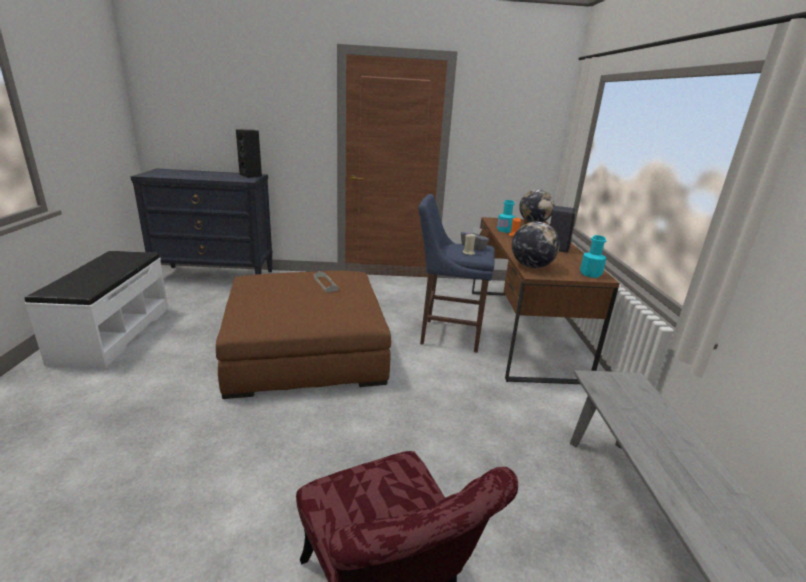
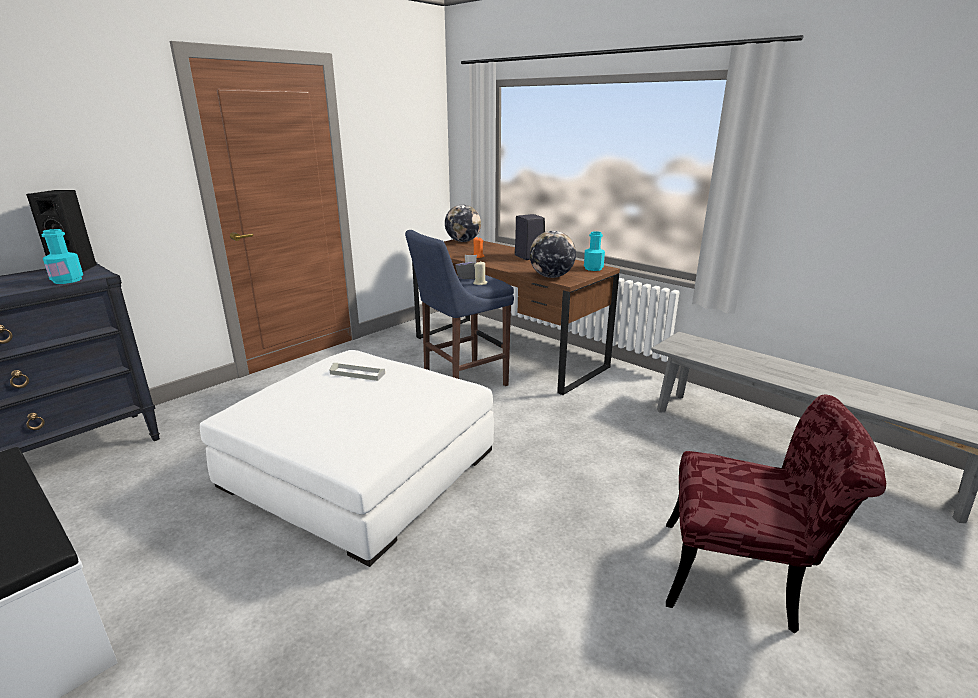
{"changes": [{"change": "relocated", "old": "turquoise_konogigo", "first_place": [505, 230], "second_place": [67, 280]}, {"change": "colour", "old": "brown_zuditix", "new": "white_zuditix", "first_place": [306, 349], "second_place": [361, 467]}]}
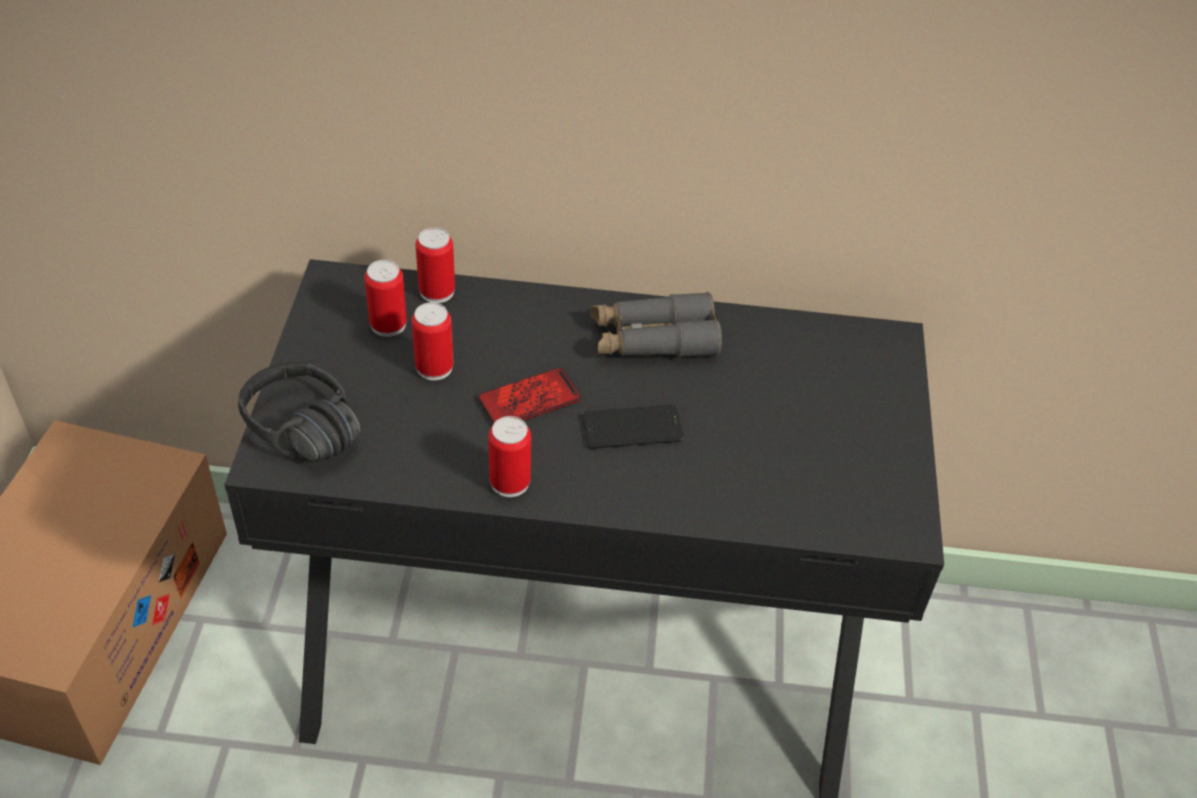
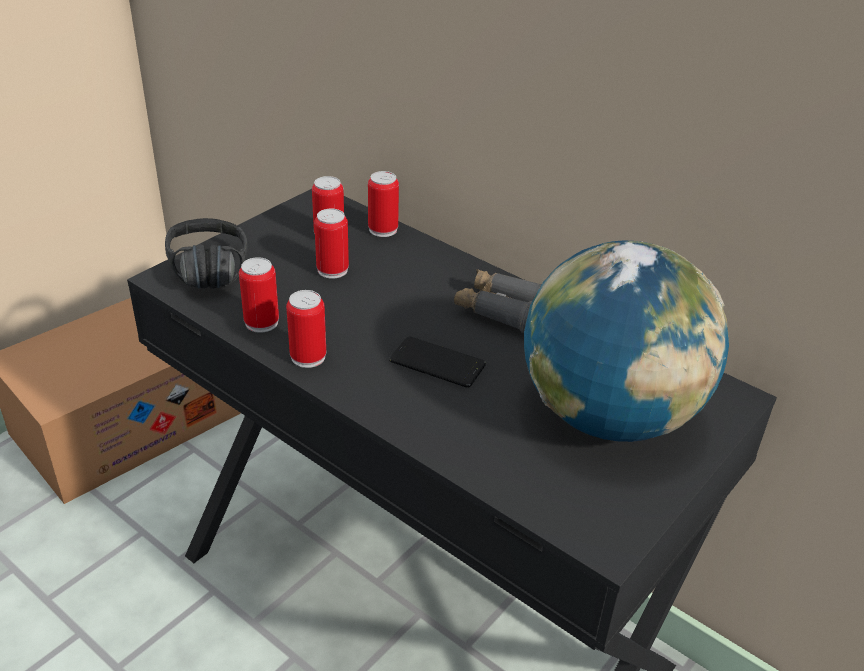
{"changes": [{"change": "appeared", "new": "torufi", "second_place": [261, 322]}, {"change": "appeared", "new": "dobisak", "second_place": [608, 416]}, {"change": "missing", "old": "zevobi", "first_place": [529, 399]}]}
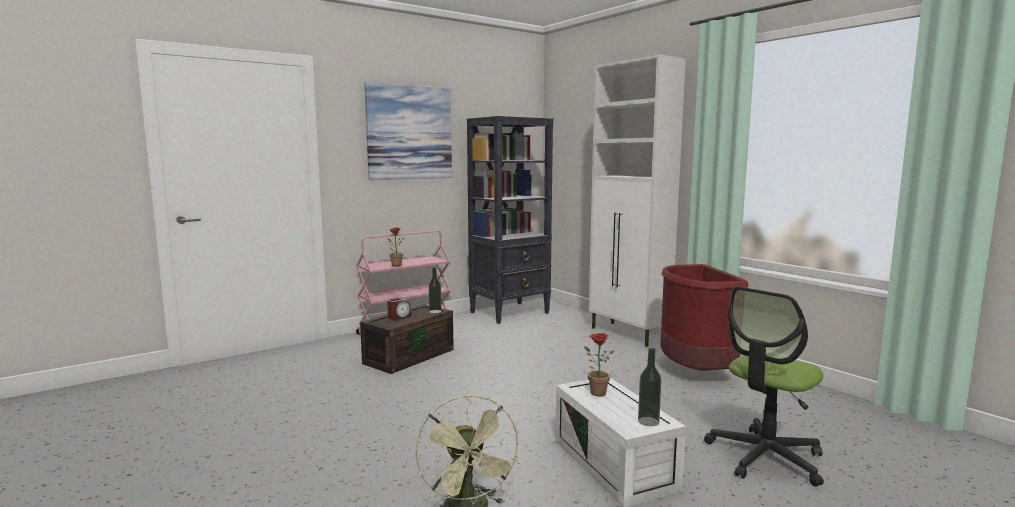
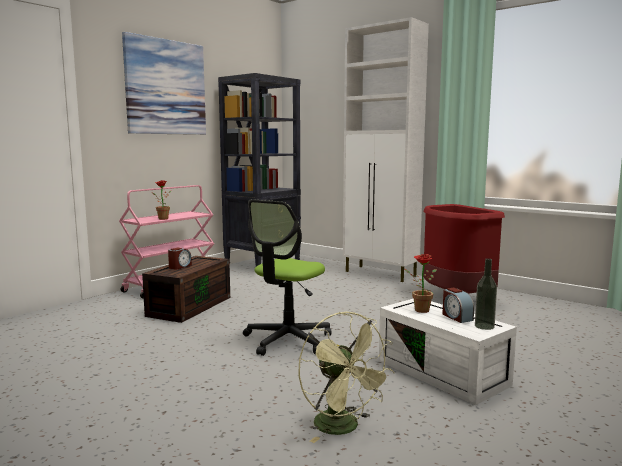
{"changes": [{"change": "relocated", "old": "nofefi", "first_place": [765, 457], "second_place": [287, 340]}, {"change": "appeared", "new": "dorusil", "second_place": [456, 317]}, {"change": "missing", "old": "konogigo", "first_place": [435, 311]}]}
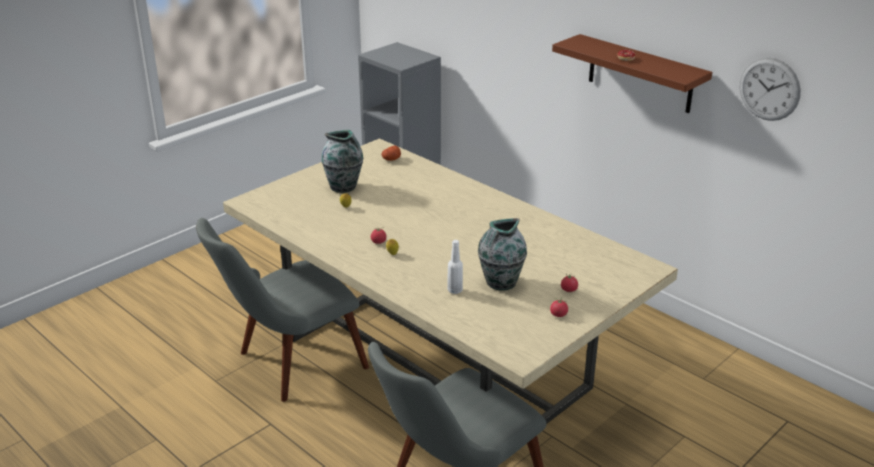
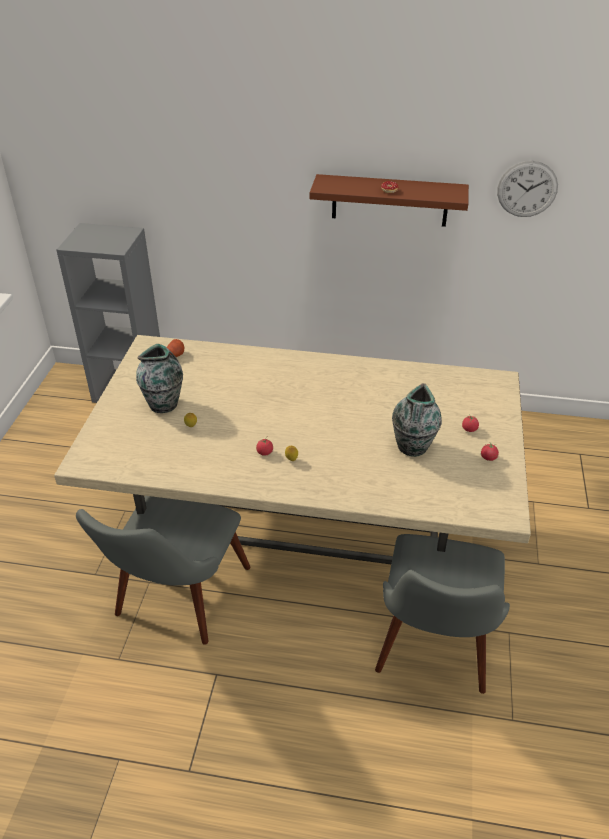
{"changes": [{"change": "missing", "old": "white_konogigo", "first_place": [455, 290]}]}
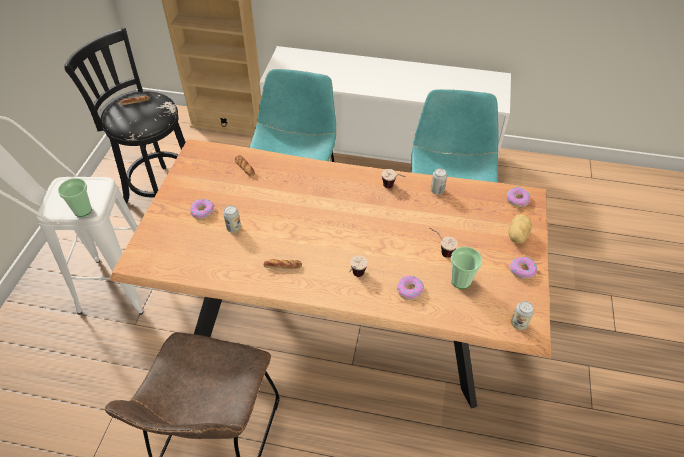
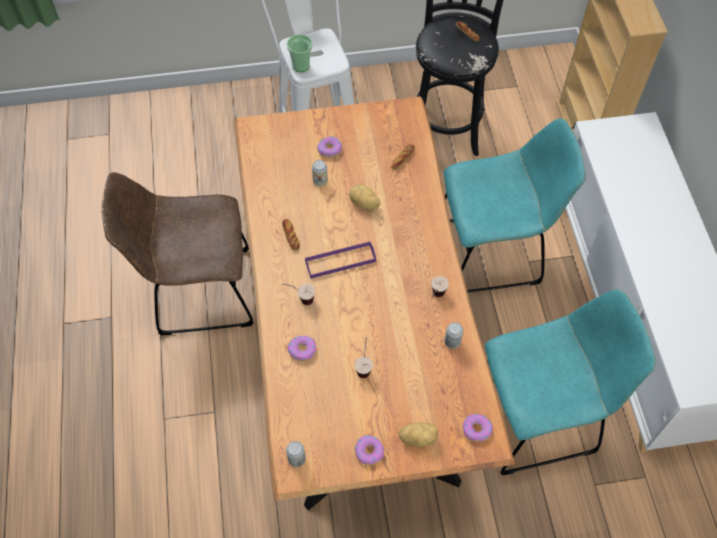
{"changes": [{"change": "appeared", "new": "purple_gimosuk", "second_place": [340, 261]}, {"change": "appeared", "new": "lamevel", "second_place": [364, 204]}, {"change": "missing", "old": "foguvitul", "first_place": [460, 281]}]}
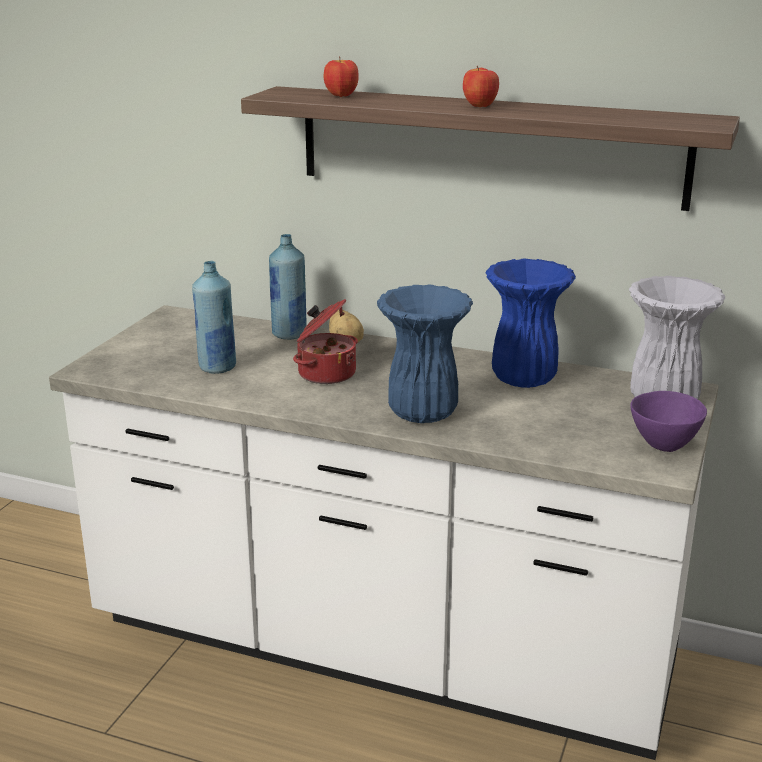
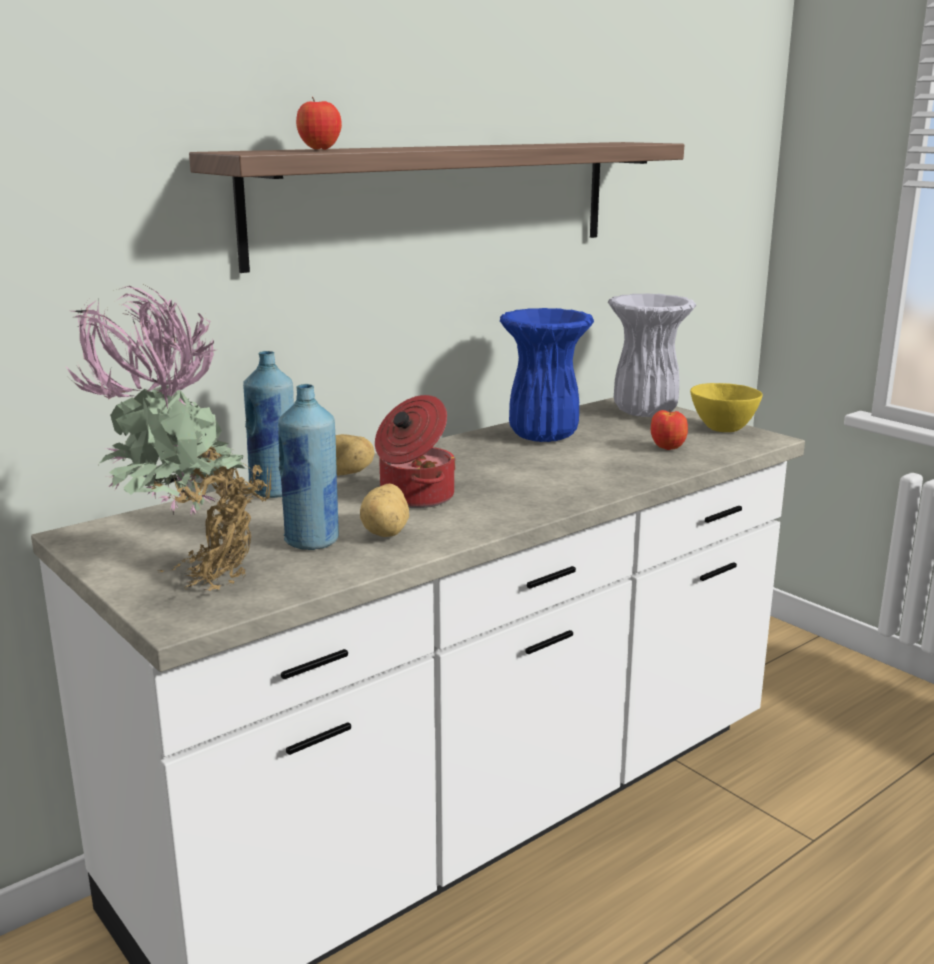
{"changes": [{"change": "appeared", "new": "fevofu", "second_place": [188, 575]}, {"change": "appeared", "new": "lamevel", "second_place": [387, 532]}, {"change": "relocated", "old": "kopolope", "first_place": [479, 106], "second_place": [668, 448]}, {"change": "colour", "old": "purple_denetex", "new": "yellow_denetex", "first_place": [663, 444], "second_place": [722, 429]}, {"change": "missing", "old": "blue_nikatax", "first_place": [424, 413]}]}
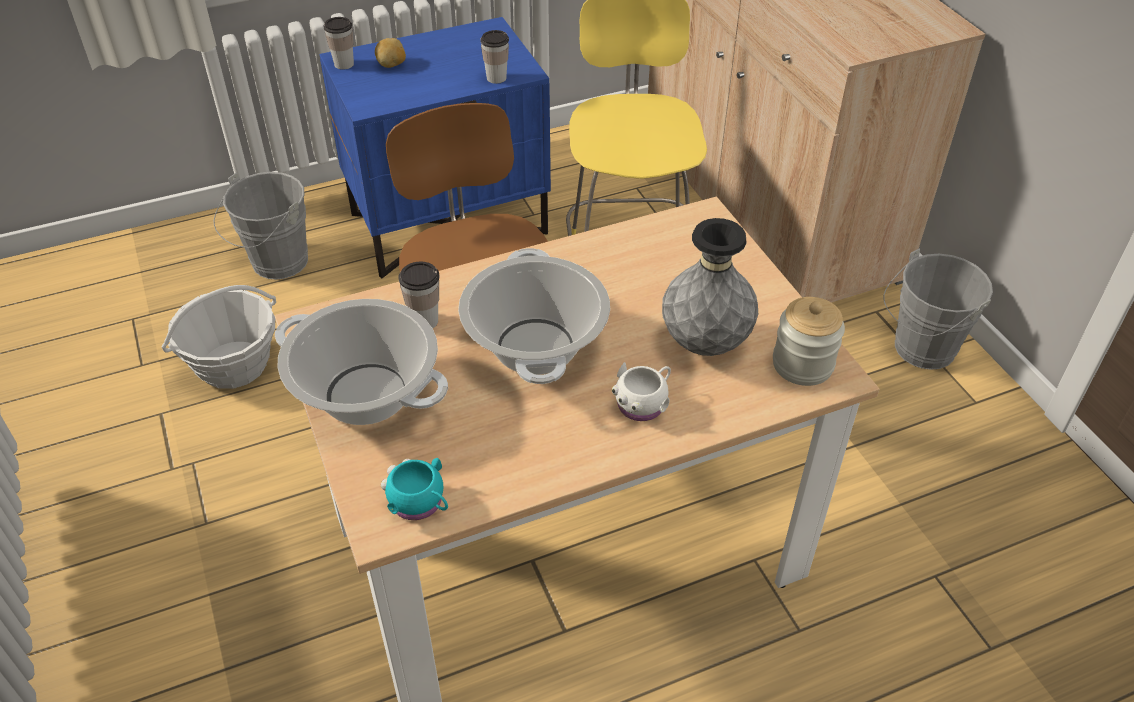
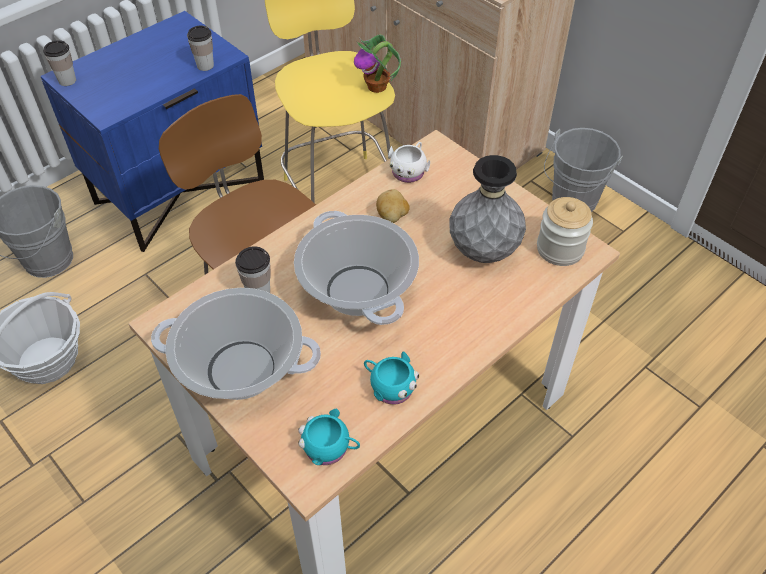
{"changes": [{"change": "appeared", "new": "fevofu", "second_place": [377, 87]}, {"change": "appeared", "new": "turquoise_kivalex", "second_place": [389, 387]}, {"change": "relocated", "old": "lamevel", "first_place": [392, 65], "second_place": [392, 217]}, {"change": "relocated", "old": "white_kivalex", "first_place": [644, 403], "second_place": [409, 171]}]}
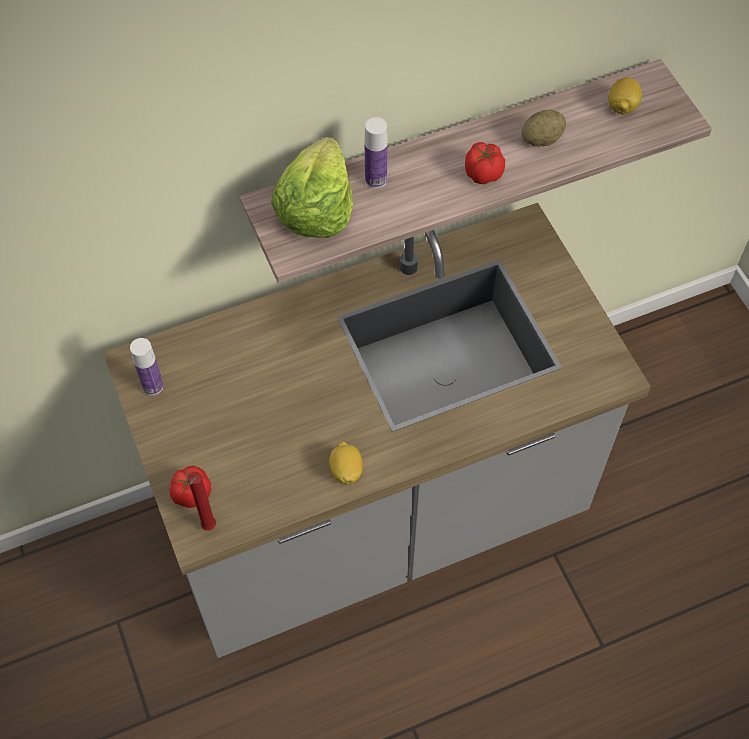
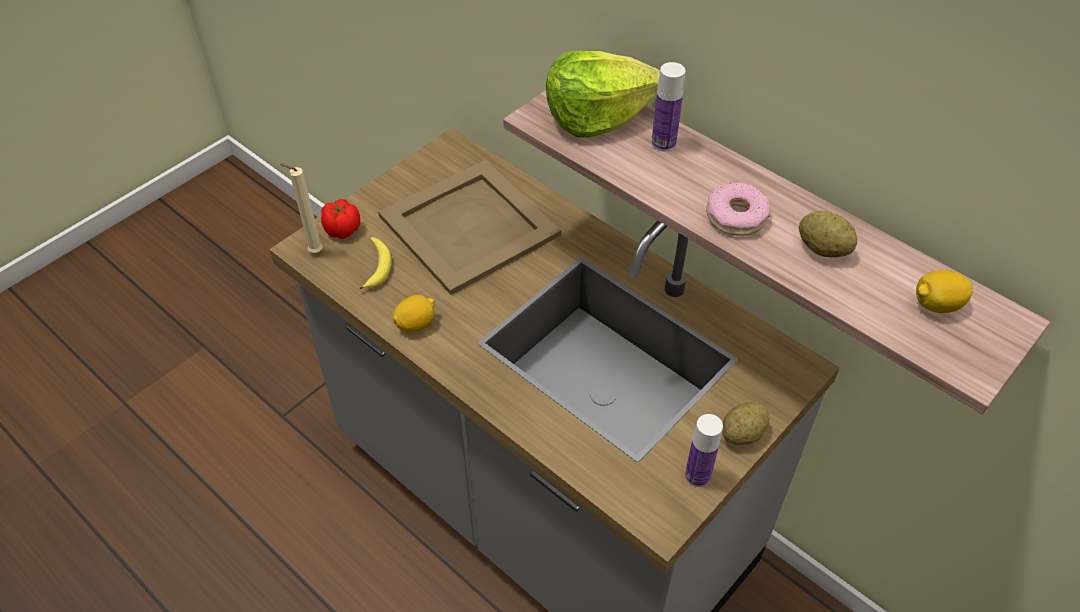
{"changes": [{"change": "colour", "old": "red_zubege", "new": "beige_zubege", "first_place": [208, 528], "second_place": [313, 252]}, {"change": "appeared", "new": "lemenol", "second_place": [377, 267]}, {"change": "appeared", "new": "beige_gimosuk", "second_place": [471, 226]}, {"change": "relocated", "old": "konogigo", "first_place": [153, 386], "second_place": [697, 476]}, {"change": "exchanged", "old": "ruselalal", "new": "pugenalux", "first_place": [482, 173], "second_place": [735, 216]}, {"change": "appeared", "new": "lamevel", "second_place": [742, 434]}]}
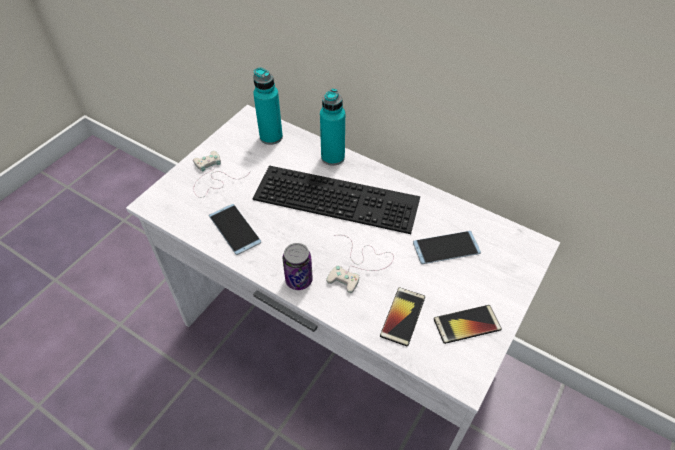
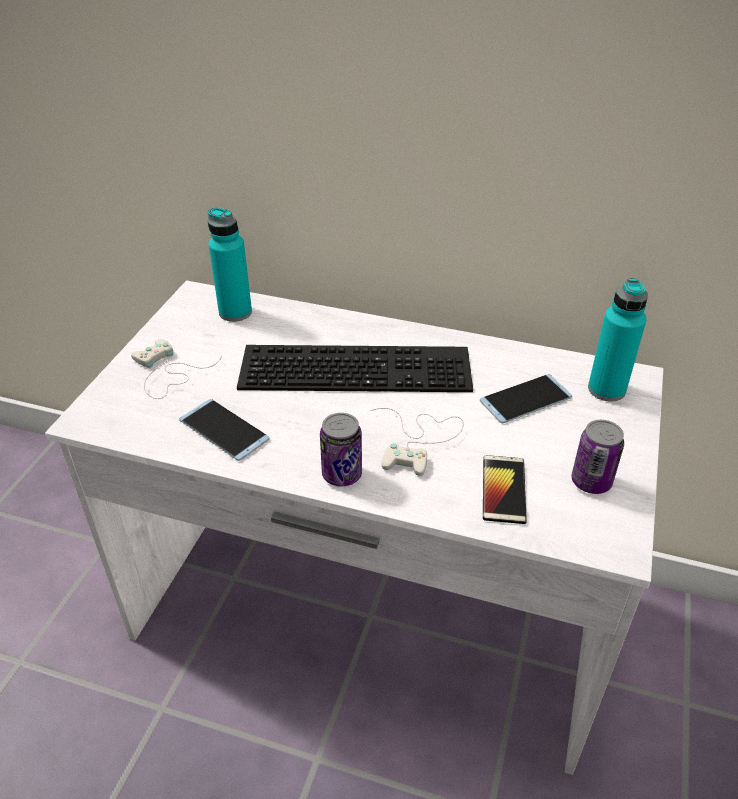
{"changes": [{"change": "exchanged", "old": "zevobi", "new": "torufi", "first_place": [467, 324], "second_place": [591, 481]}, {"change": "relocated", "old": "turquoise_konogigo", "first_place": [333, 157], "second_place": [606, 389]}]}
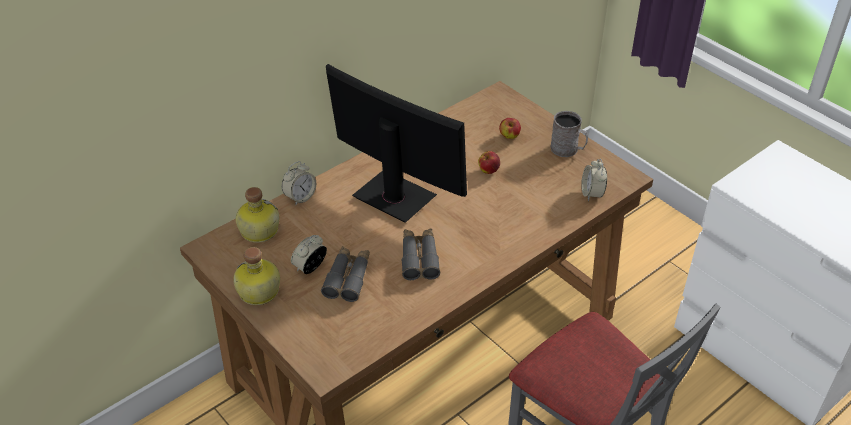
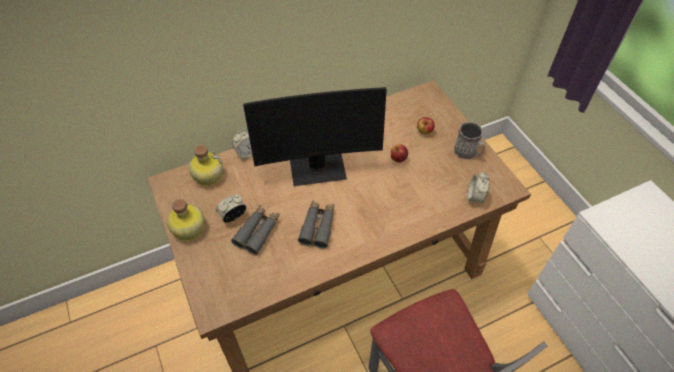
{"changes": [{"change": "spun", "old": "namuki", "first_place": [394, 197], "second_place": [317, 167], "degrees": 120}]}
